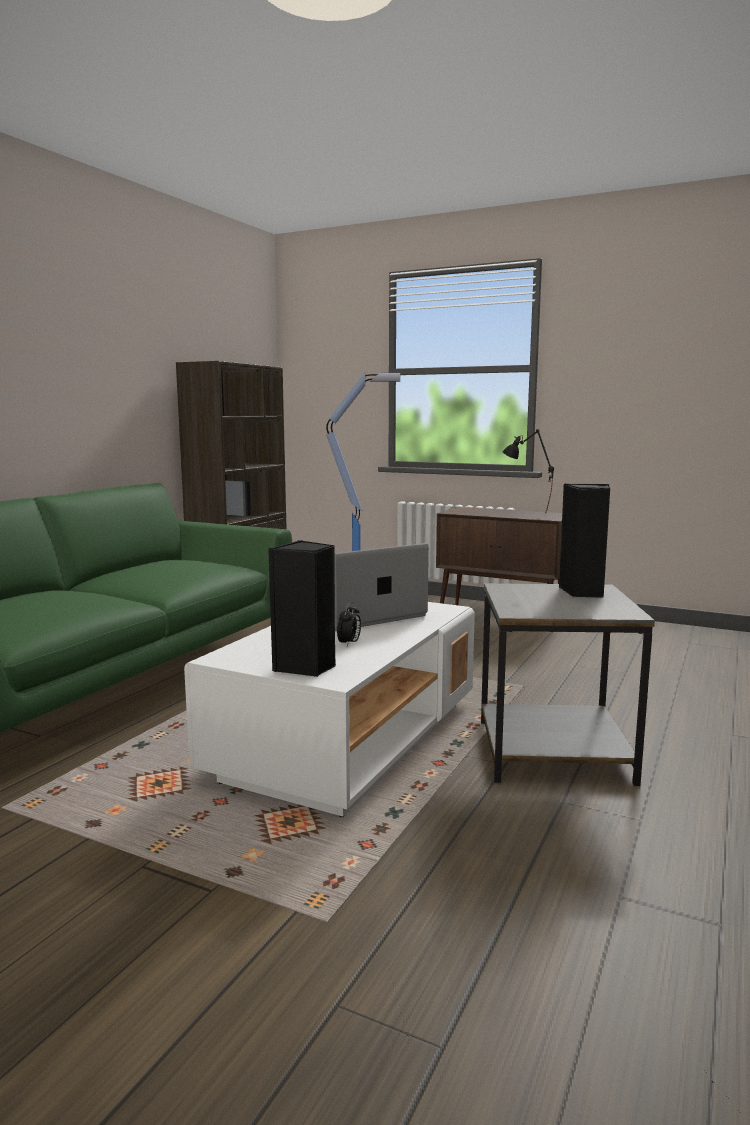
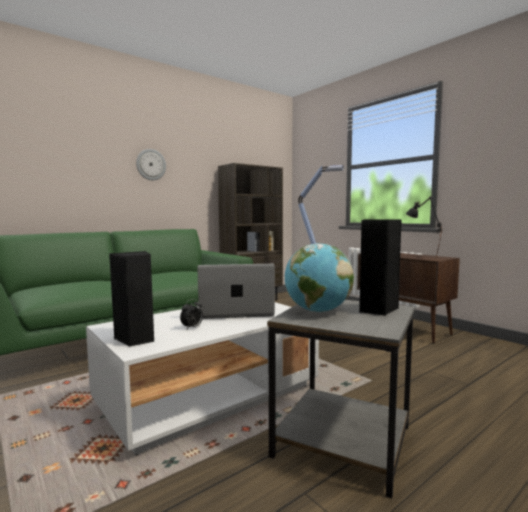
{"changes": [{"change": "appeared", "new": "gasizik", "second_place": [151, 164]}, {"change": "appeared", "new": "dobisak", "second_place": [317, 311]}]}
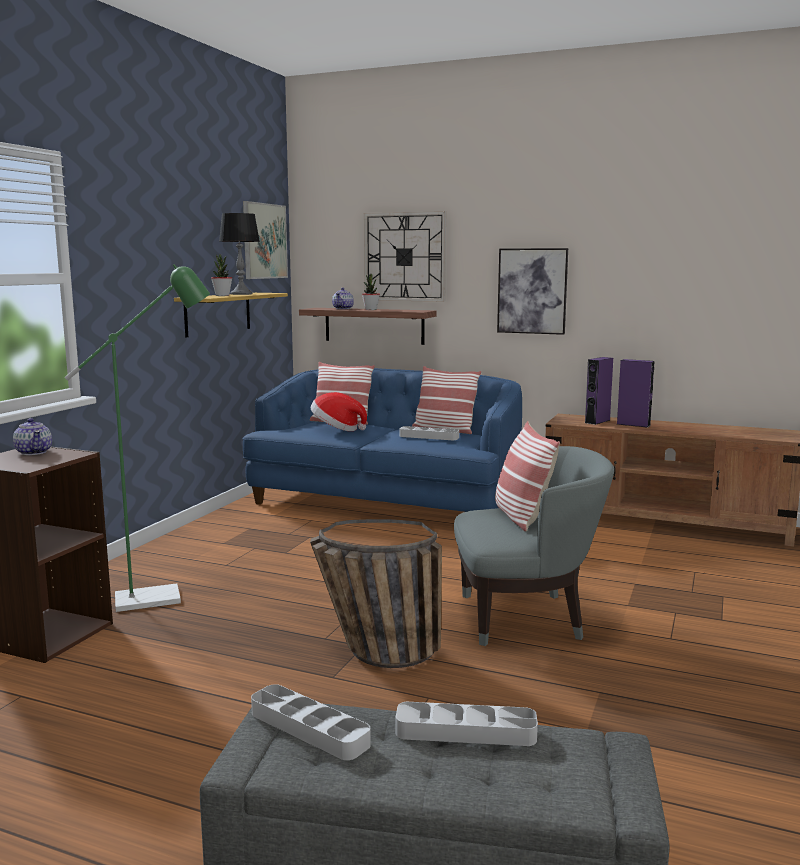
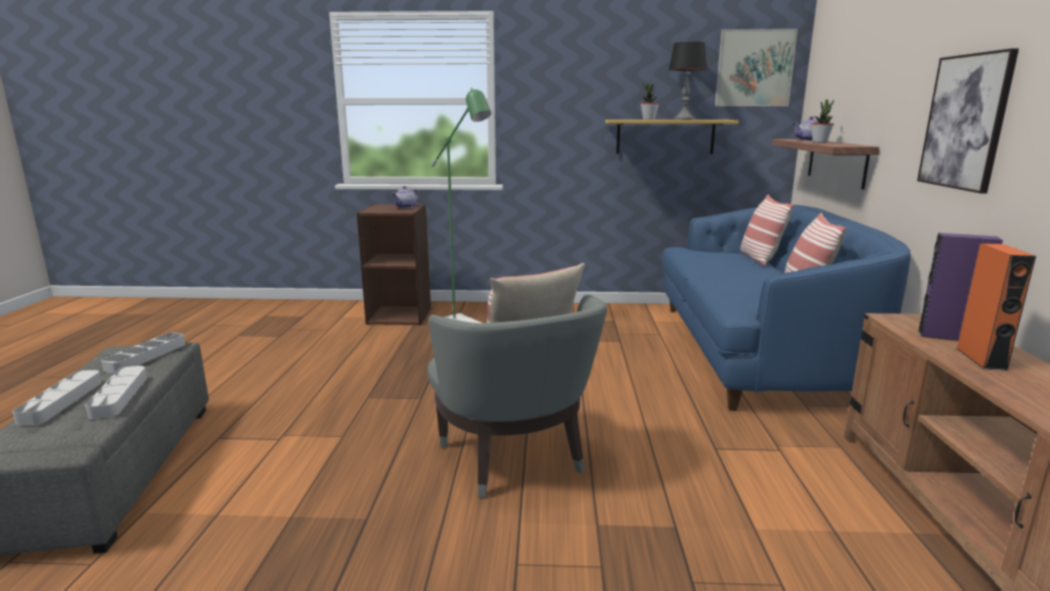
{"changes": [{"change": "relocated", "old": "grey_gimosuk", "first_place": [429, 437], "second_place": [61, 401]}, {"change": "colour", "old": "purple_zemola", "new": "orange_zemola", "first_place": [633, 424], "second_place": [981, 359]}, {"change": "missing", "old": "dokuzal", "first_place": [337, 429]}, {"change": "missing", "old": "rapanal", "first_place": [373, 654]}, {"change": "missing", "old": "gasizik", "first_place": [405, 257]}]}
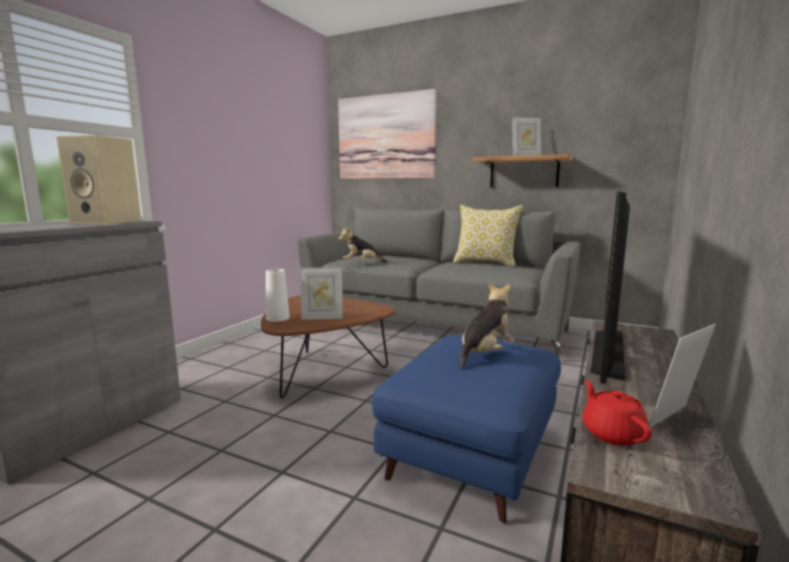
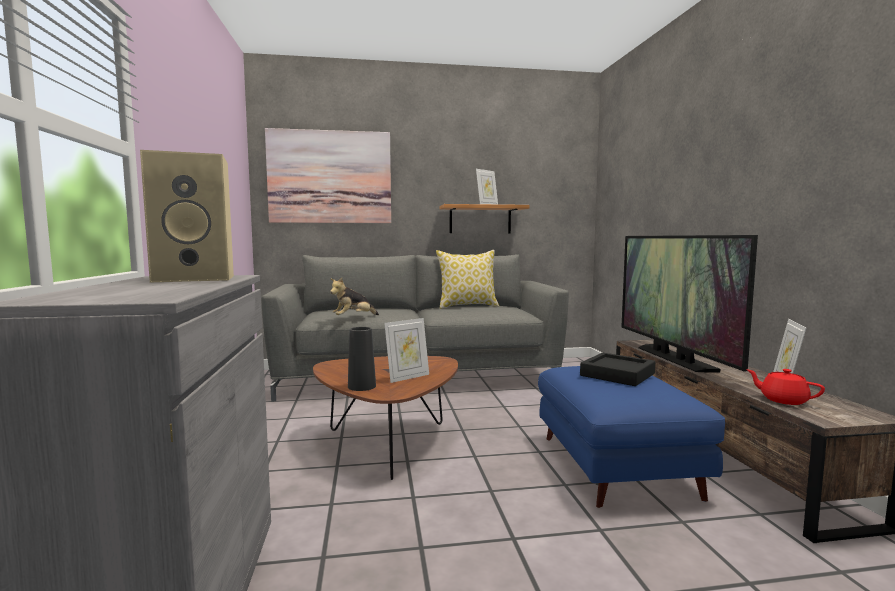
{"changes": [{"change": "colour", "old": "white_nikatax", "new": "black_nikatax", "first_place": [277, 318], "second_place": [362, 386]}, {"change": "exchanged", "old": "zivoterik", "new": "black_gimosuk", "first_place": [485, 354], "second_place": [617, 374]}]}
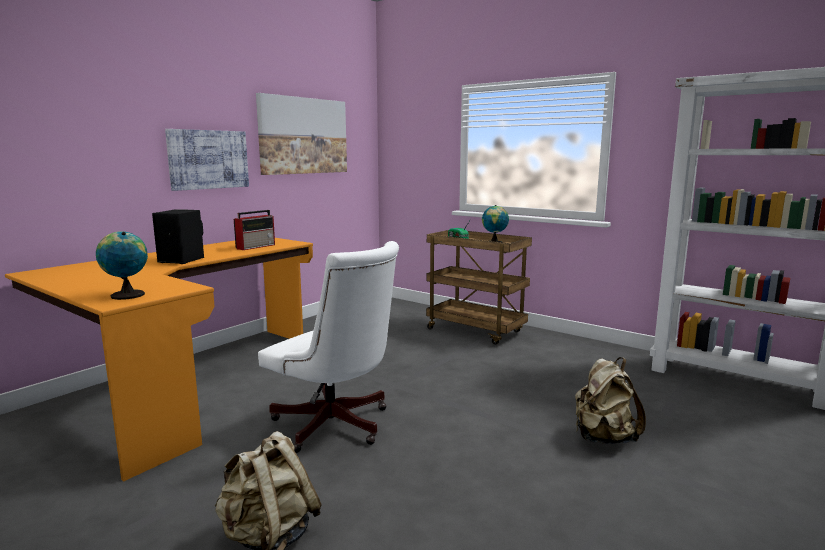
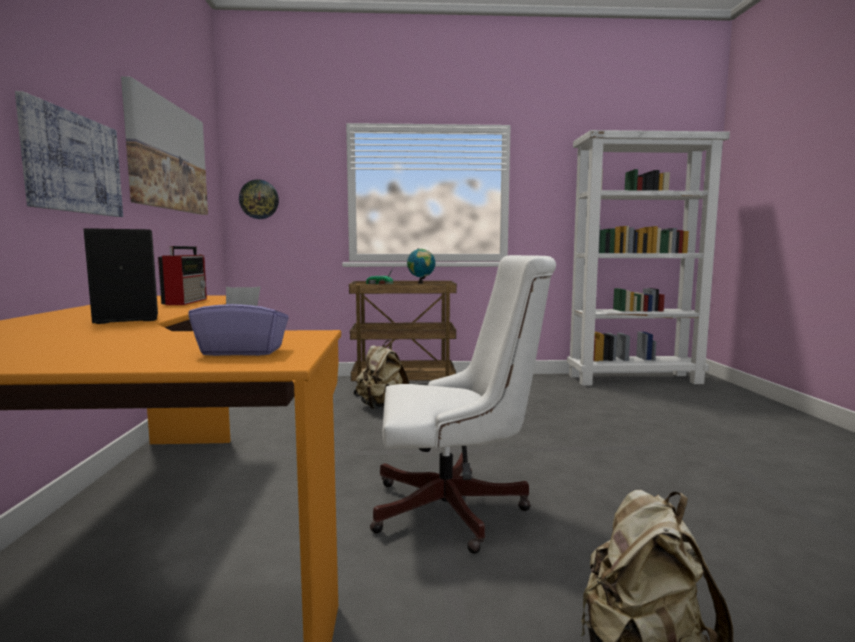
{"changes": [{"change": "exchanged", "old": "dobisak", "new": "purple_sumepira", "first_place": [126, 295], "second_place": [243, 351]}, {"change": "appeared", "new": "gasizik", "second_place": [259, 199]}, {"change": "relocated", "old": "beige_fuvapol", "first_place": [603, 438], "second_place": [382, 407]}]}
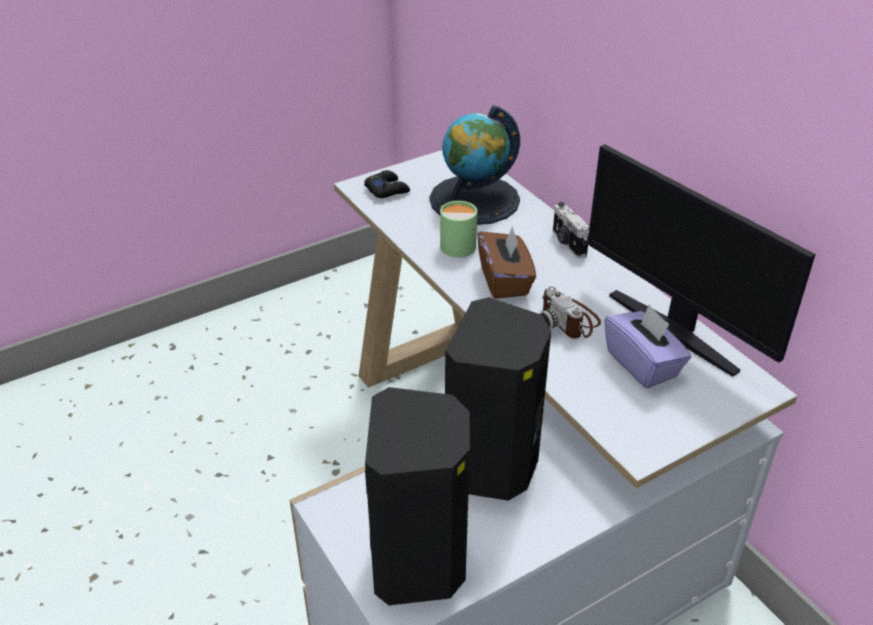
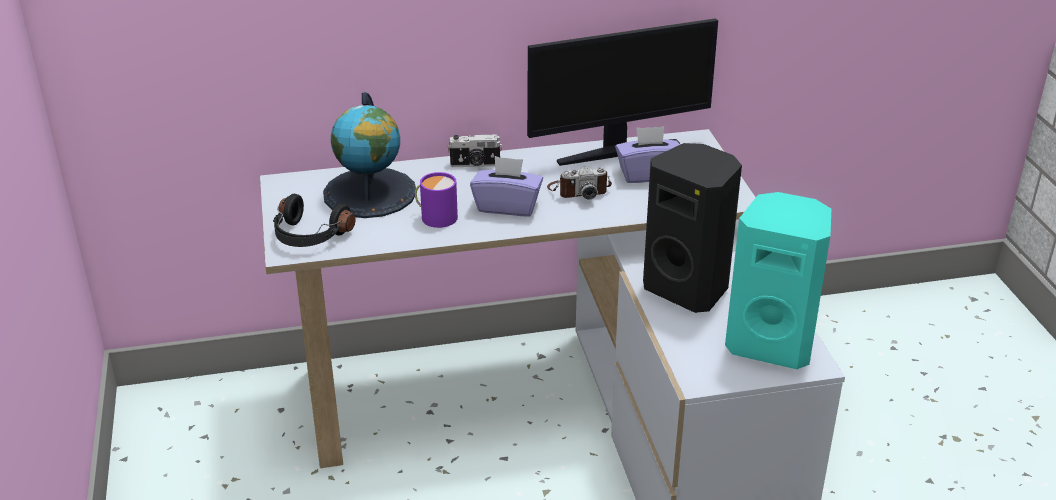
{"changes": [{"change": "exchanged", "old": "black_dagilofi", "new": "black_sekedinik", "first_place": [387, 189], "second_place": [309, 236]}, {"change": "colour", "old": "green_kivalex", "new": "purple_kivalex", "first_place": [458, 244], "second_place": [436, 216]}, {"change": "colour", "old": "brown_sumepira", "new": "purple_sumepira", "first_place": [505, 280], "second_place": [507, 206]}, {"change": "colour", "old": "black_zemola", "new": "turquoise_zemola", "first_place": [421, 563], "second_place": [771, 344]}]}
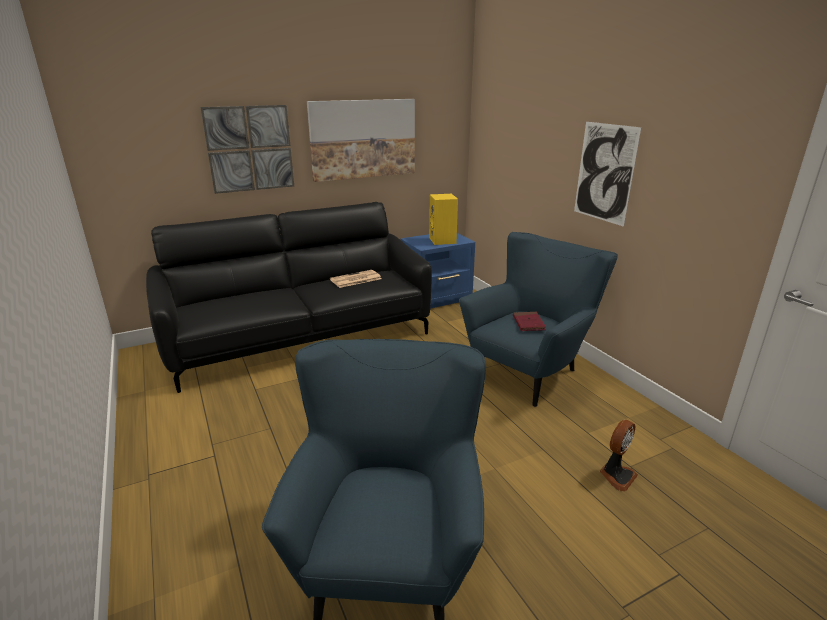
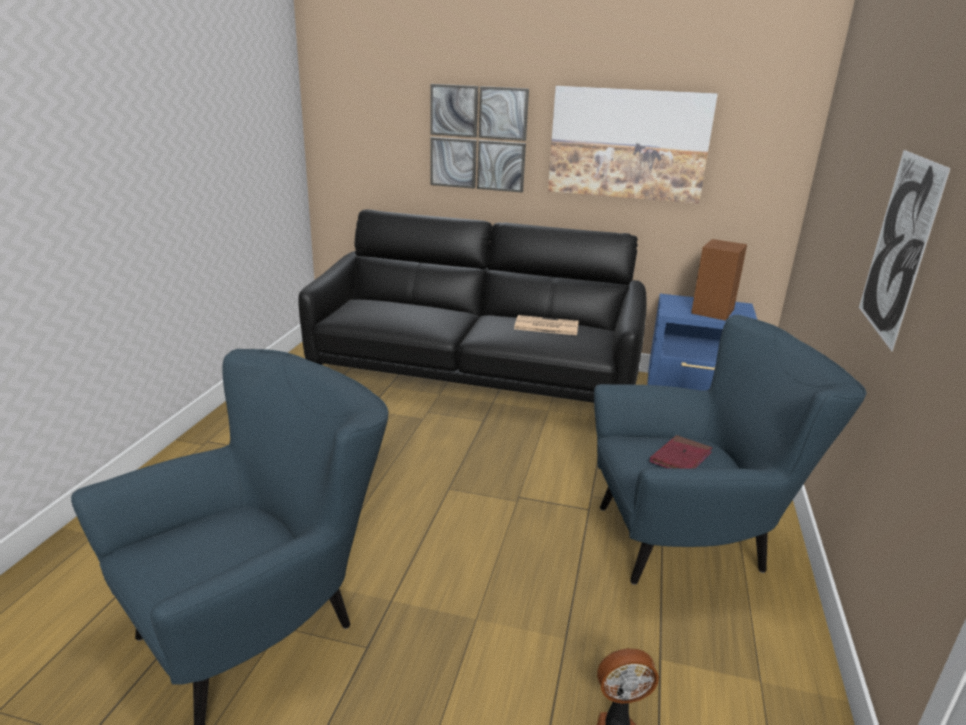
{"changes": [{"change": "colour", "old": "yellow_zemola", "new": "brown_zemola", "first_place": [443, 240], "second_place": [713, 312]}]}
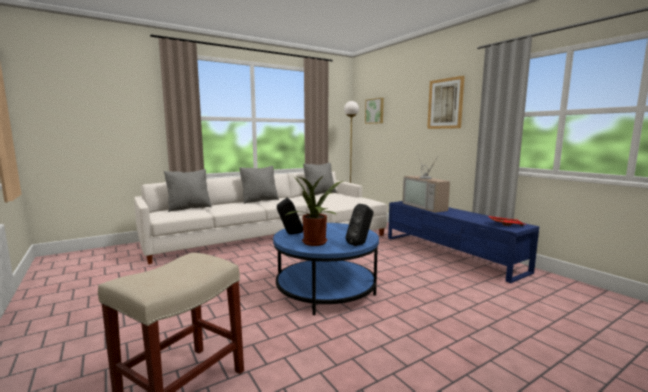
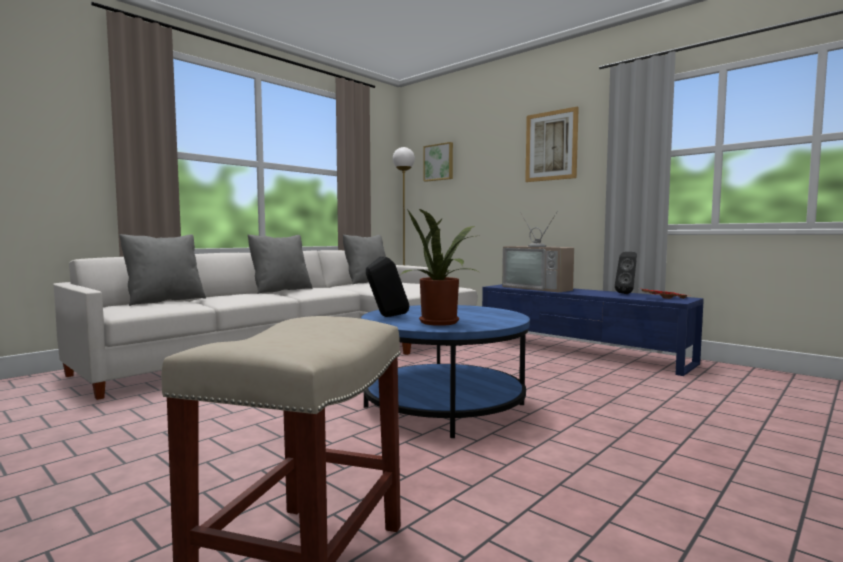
{"changes": [{"change": "relocated", "old": "black_zemola", "first_place": [360, 244], "second_place": [627, 294]}]}
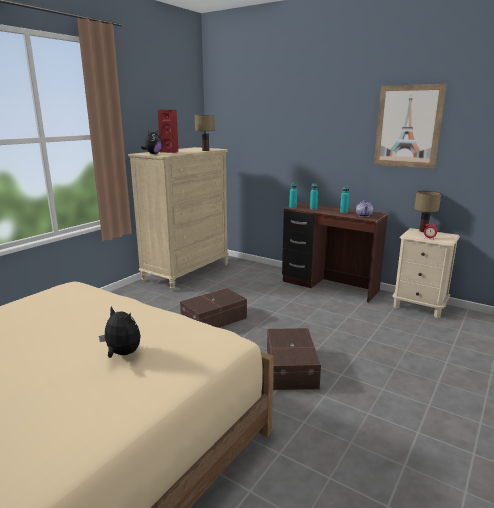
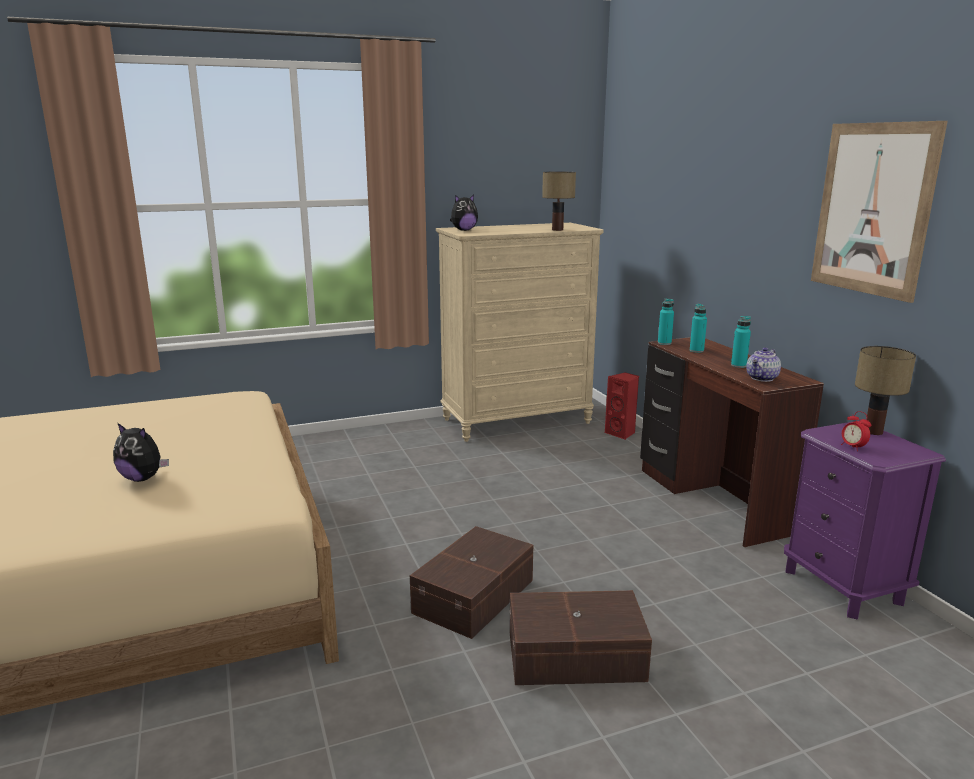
{"changes": [{"change": "spun", "old": "zivoterik", "first_place": [122, 354], "second_place": [143, 478], "degrees": 135}, {"change": "relocated", "old": "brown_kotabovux", "first_place": [215, 319], "second_place": [577, 657]}, {"change": "relocated", "old": "red_zemola", "first_place": [170, 152], "second_place": [621, 433]}, {"change": "colour", "old": "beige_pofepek", "new": "purple_pofepek", "first_place": [419, 306], "second_place": [843, 586]}]}
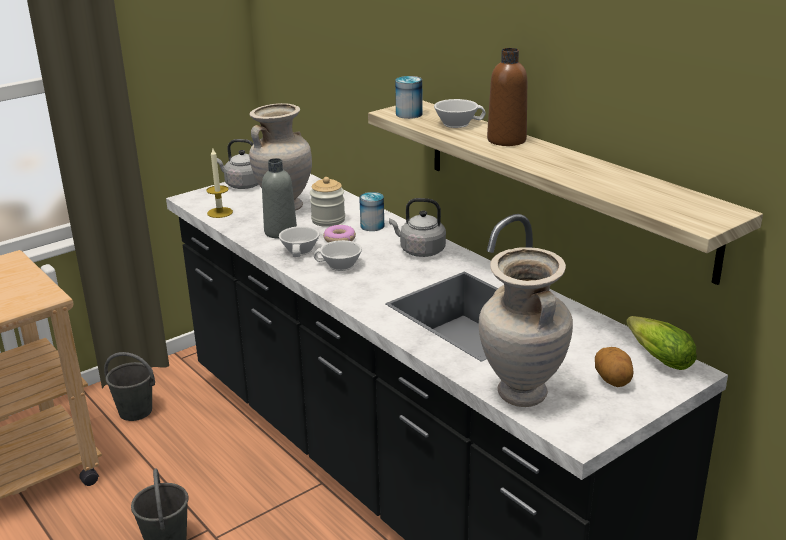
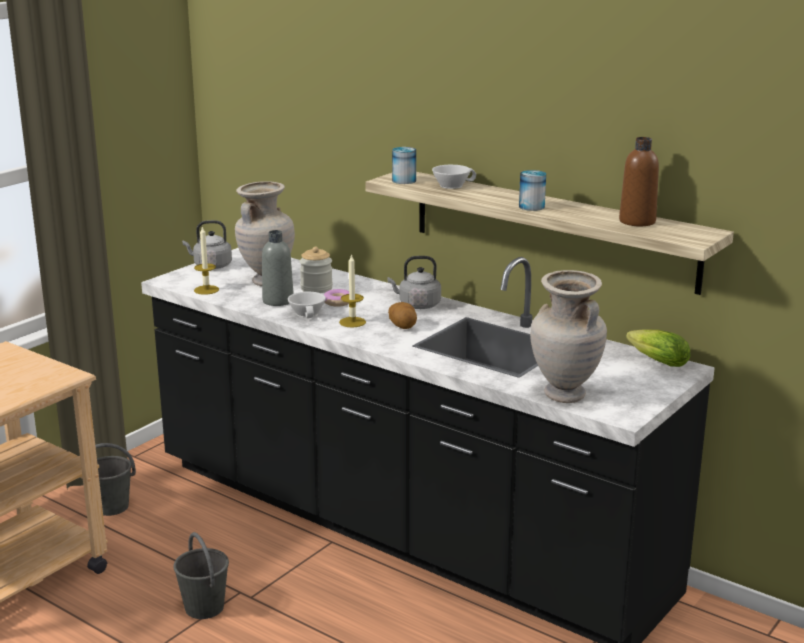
{"changes": [{"change": "exchanged", "old": "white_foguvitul", "new": "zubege", "first_place": [339, 266], "second_place": [352, 322]}, {"change": "relocated", "old": "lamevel", "first_place": [613, 380], "second_place": [403, 327]}, {"change": "relocated", "old": "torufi", "first_place": [372, 226], "second_place": [531, 207]}, {"change": "relocated", "old": "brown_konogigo", "first_place": [506, 140], "second_place": [637, 221]}]}
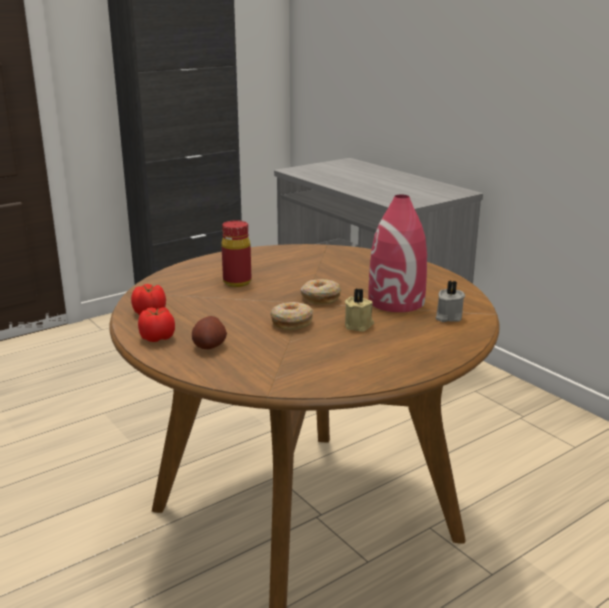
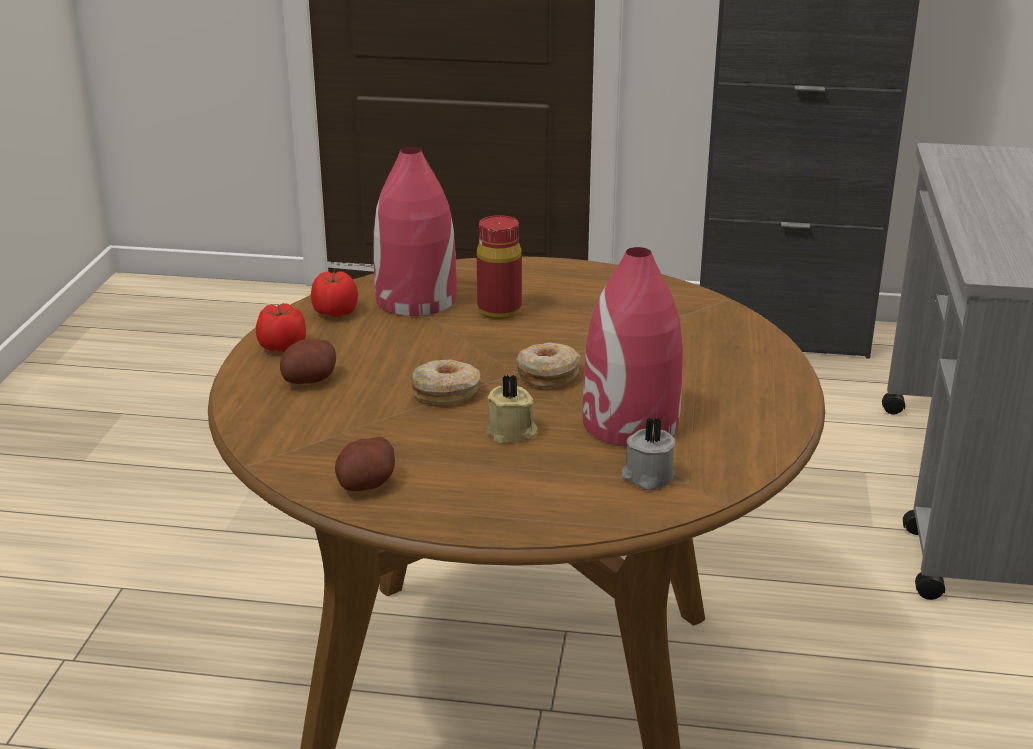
{"changes": [{"change": "appeared", "new": "lamevel", "second_place": [366, 484]}, {"change": "appeared", "new": "red_nikatax", "second_place": [415, 300]}]}
